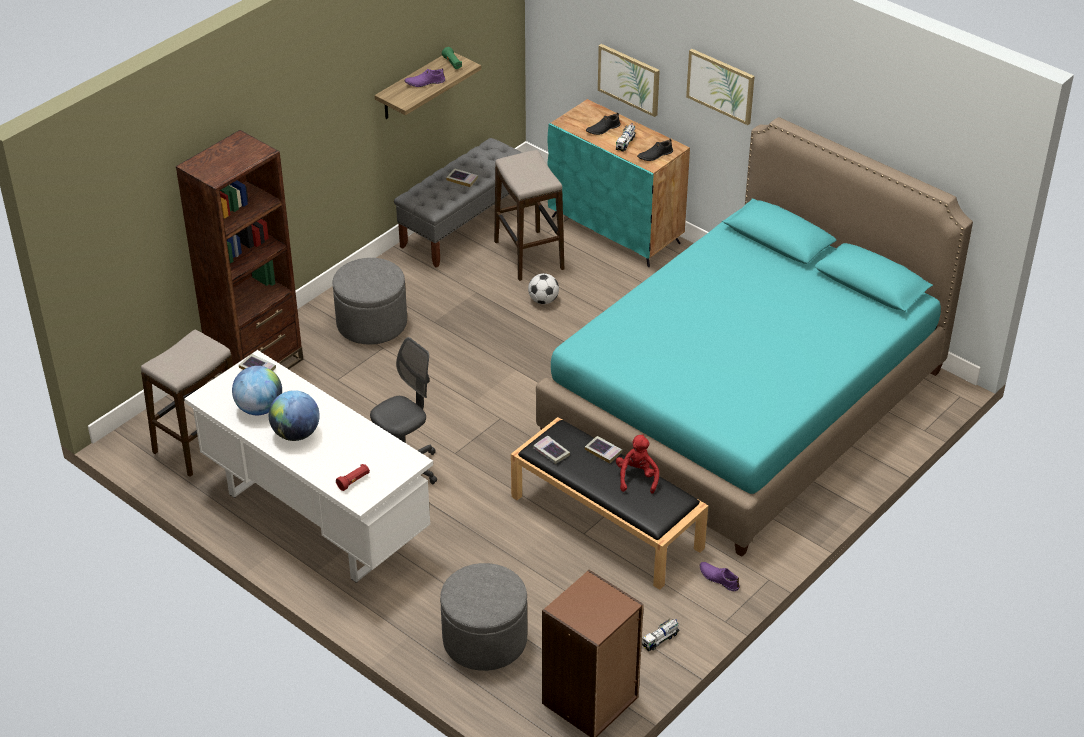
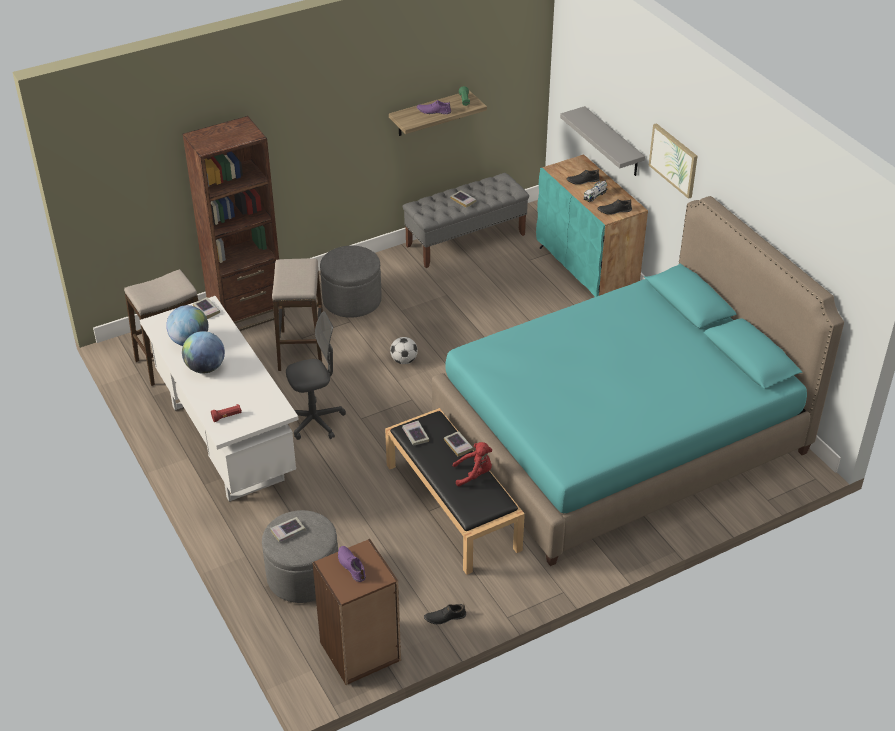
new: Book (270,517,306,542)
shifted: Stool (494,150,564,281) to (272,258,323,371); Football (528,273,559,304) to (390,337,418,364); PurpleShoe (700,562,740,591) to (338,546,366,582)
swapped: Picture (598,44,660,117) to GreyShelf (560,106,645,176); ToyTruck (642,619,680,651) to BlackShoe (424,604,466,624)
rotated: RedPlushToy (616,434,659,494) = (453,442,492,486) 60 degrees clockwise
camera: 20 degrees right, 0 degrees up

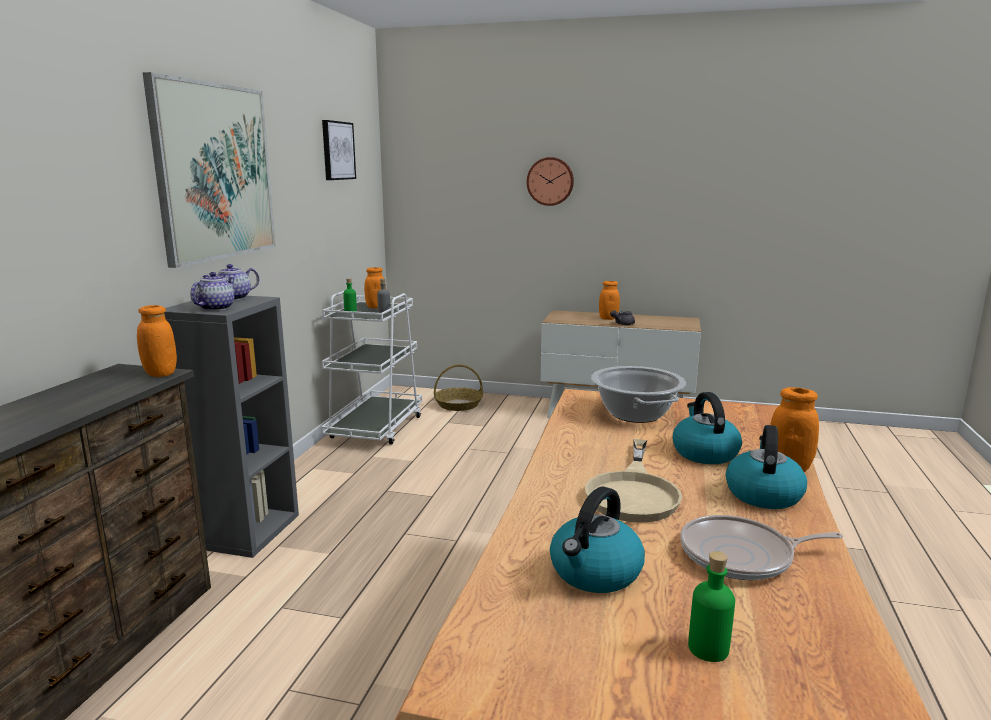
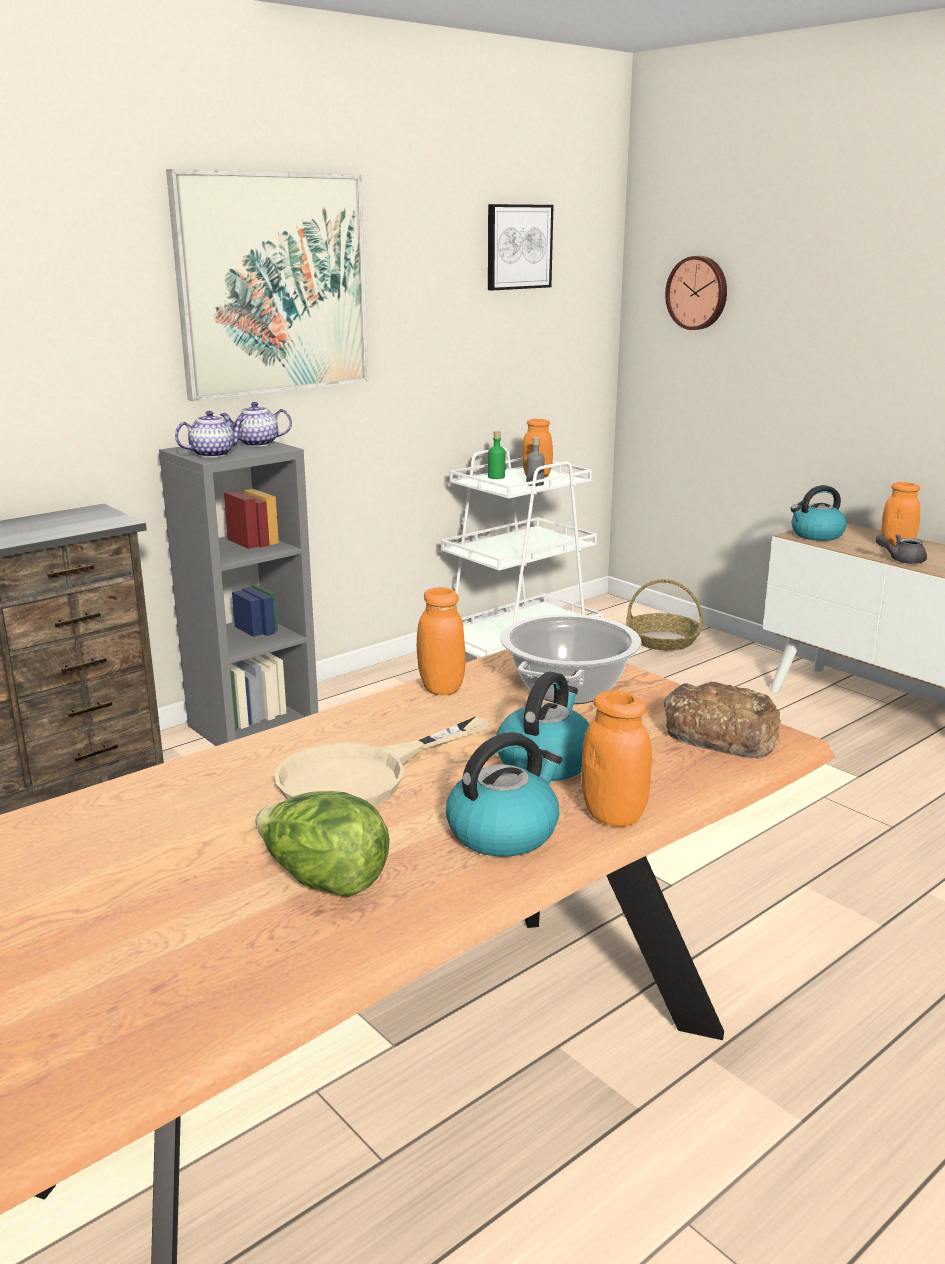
gone: GreenBottle (688,551,735,662)
new: Bread (664,681,781,759)
shifted: OrangeJar (137,305,177,377) to (417,587,466,695); WallClock (527,157,574,206) to (665,256,727,330); Kettle (550,487,645,593) to (790,485,847,541)
swapped: FryingPan (680,515,843,580) to Lettuce (255,791,390,897)
camera: 35 degrees right, 5 degrees up

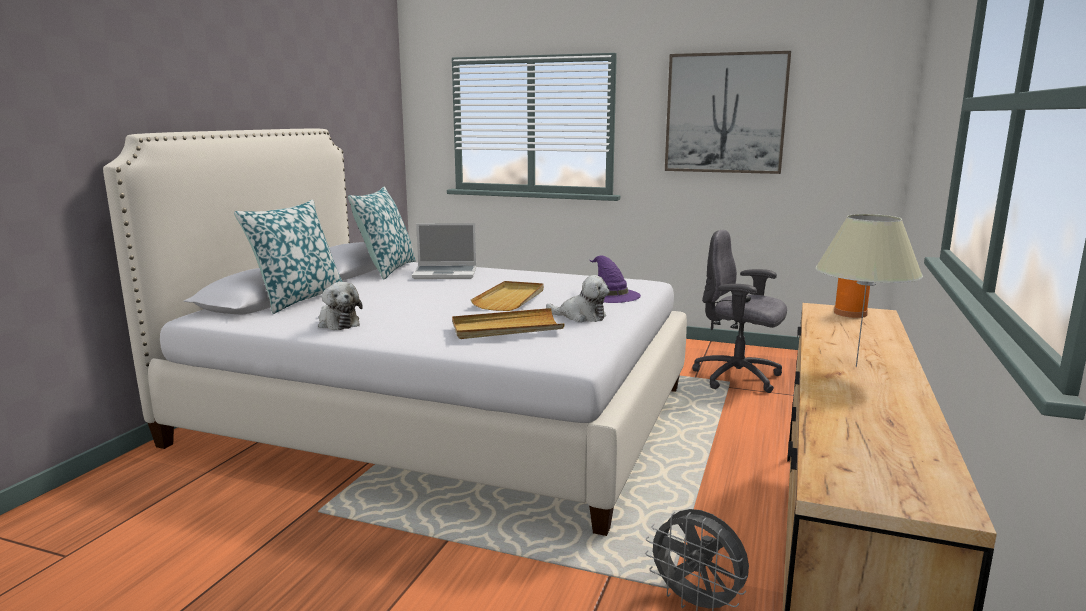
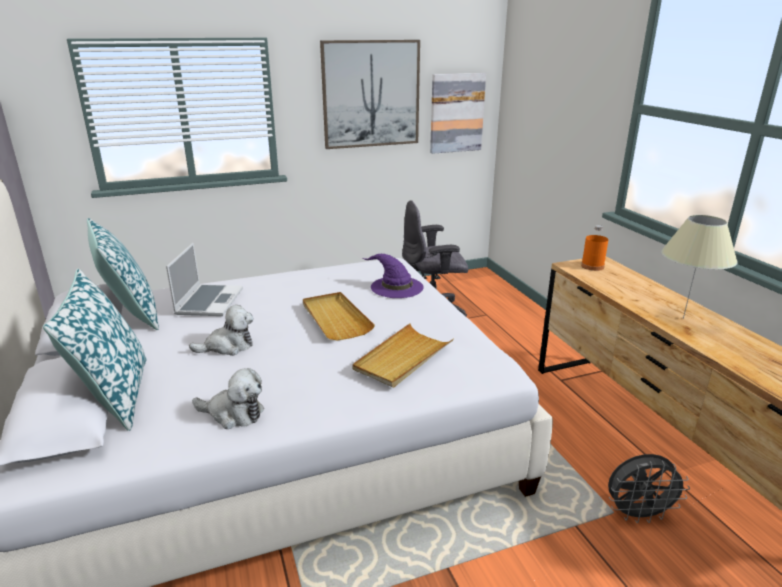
new: Picture (430,73,486,154)
shifted: PlushToy (546,275,609,322) to (189,305,254,356)
rotated: Laptop (412,223,476,279) = (166,243,243,316) 45 degrees counterclockwise
camera: 40 degrees left, 10 degrees up

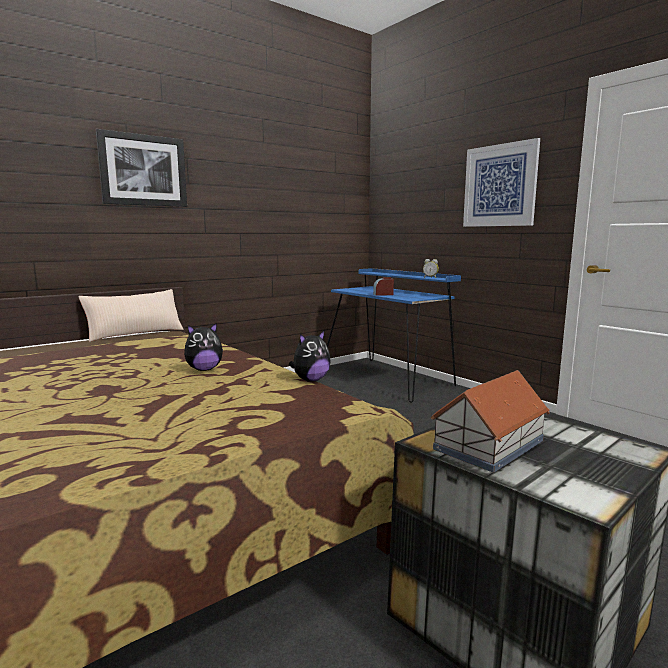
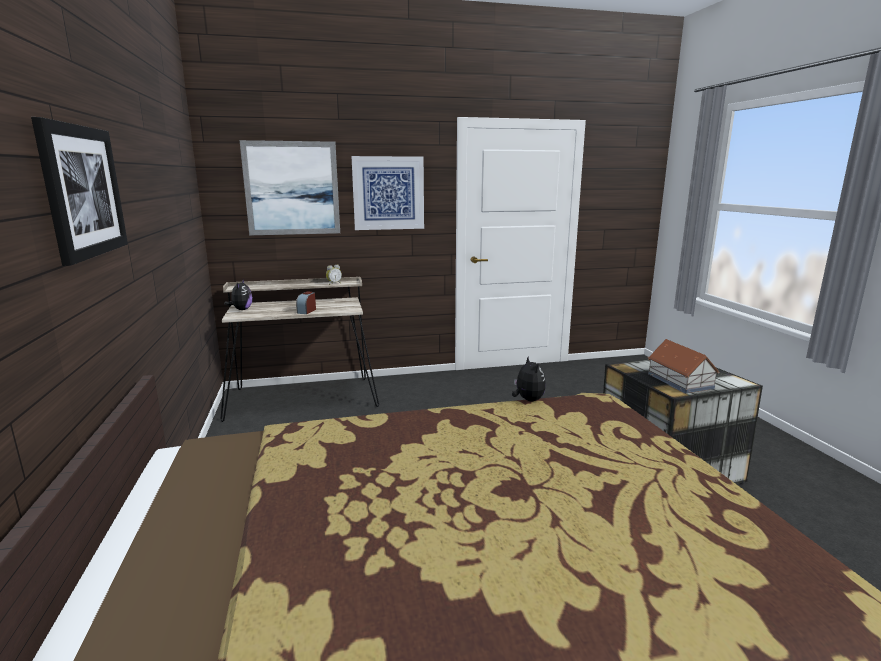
gone: BeigePillow (78,289,183,342)
new: Picture (240,140,340,235)
shifted: PlushToy (184,323,223,371) to (224,279,253,310)
repainted: BlueDesk (327,268,461,403) to BeigeDesk (221,277,379,422)
camera: 65 degrees left, 5 degrees up

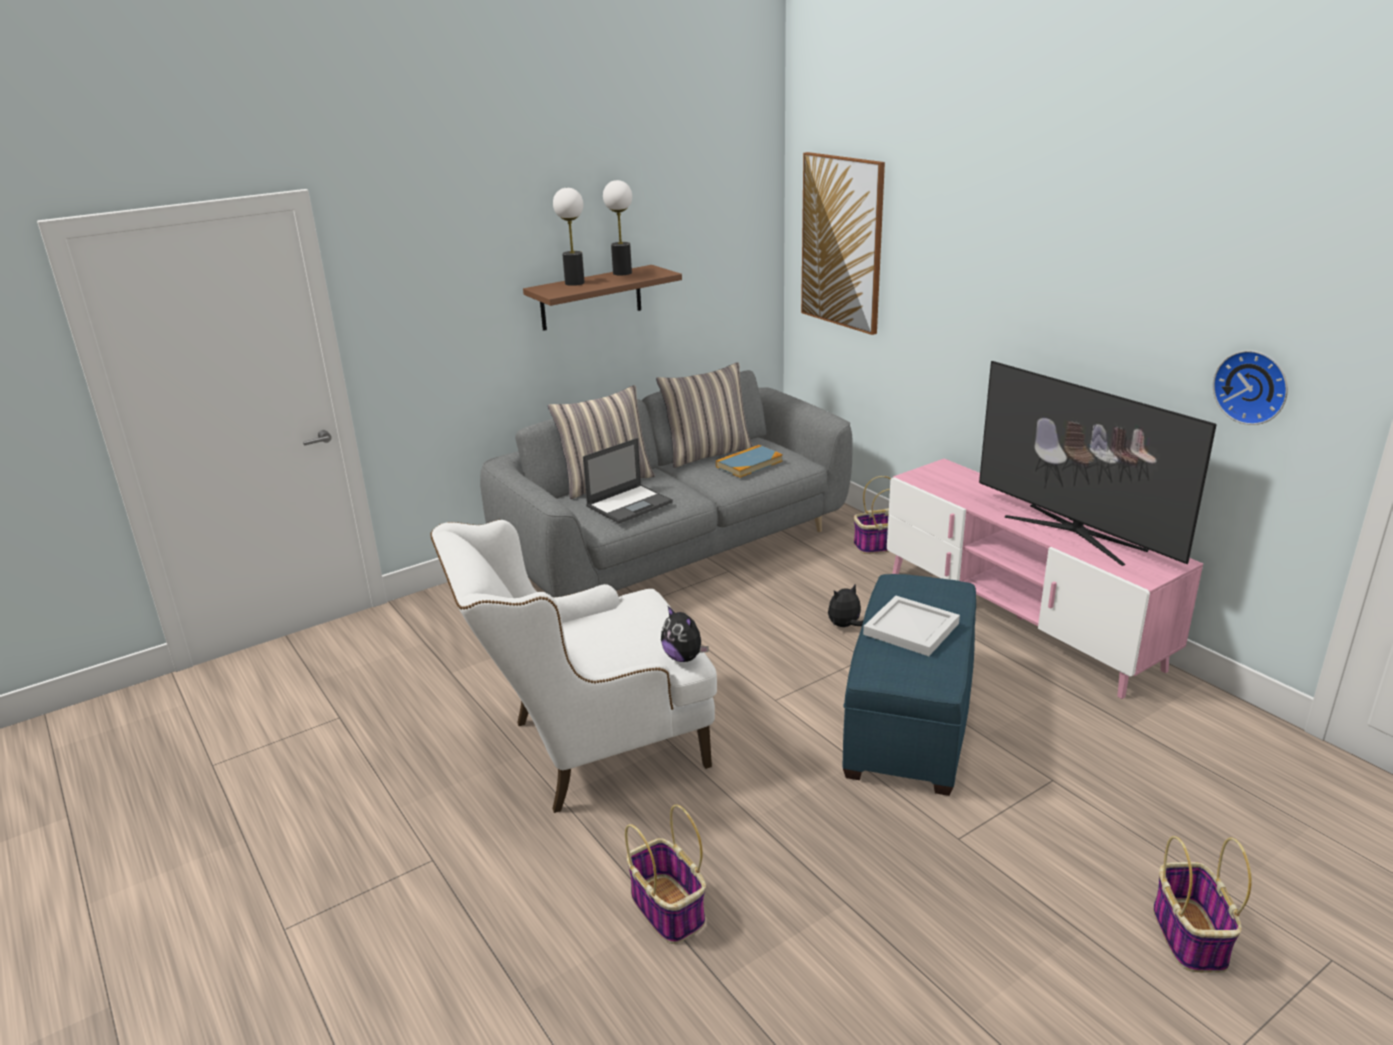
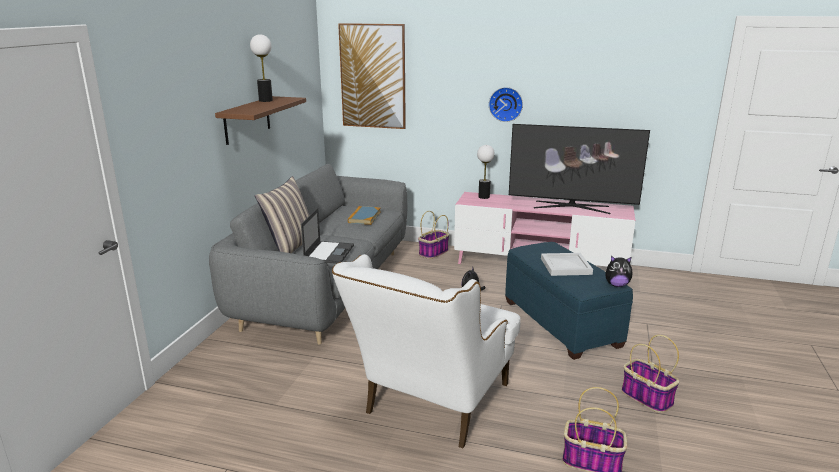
gone: Pillow (656,362,753,468)
shifted: TableLamp (553,188,585,286) to (477,145,495,199); PlushToy (661,605,709,662) to (605,256,633,287); Basket (1153,836,1252,973) to (622,335,680,413); WallClock (1213,350,1288,425) to (489,87,523,122)
camera: 40 degrees left, 5 degrees down

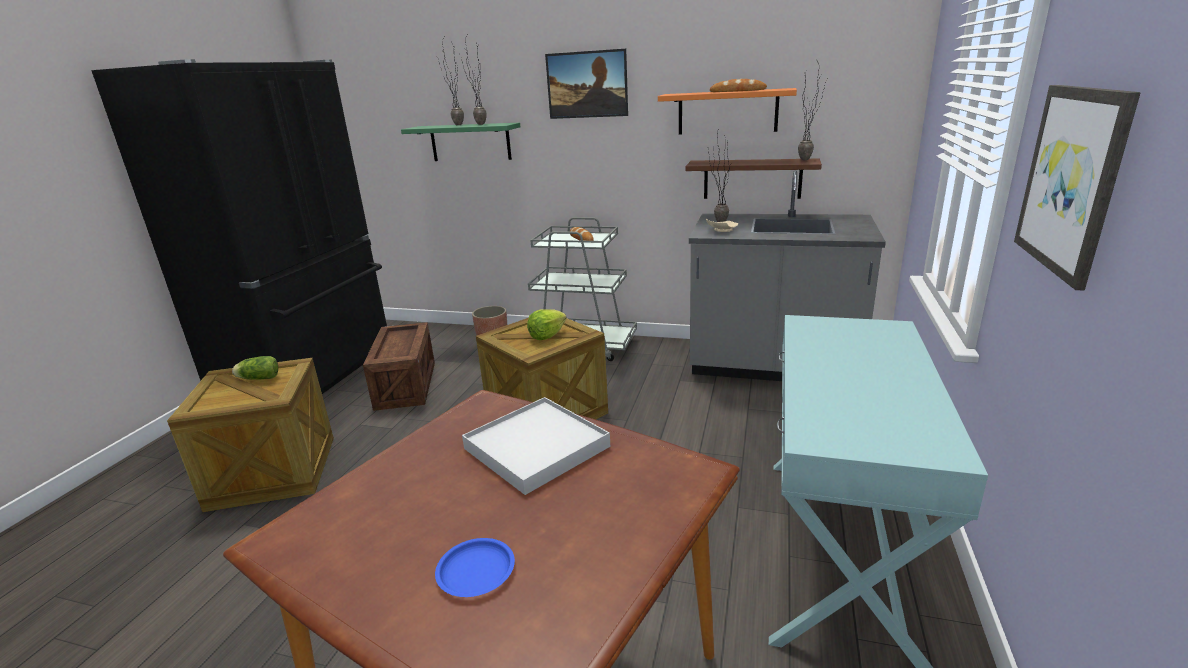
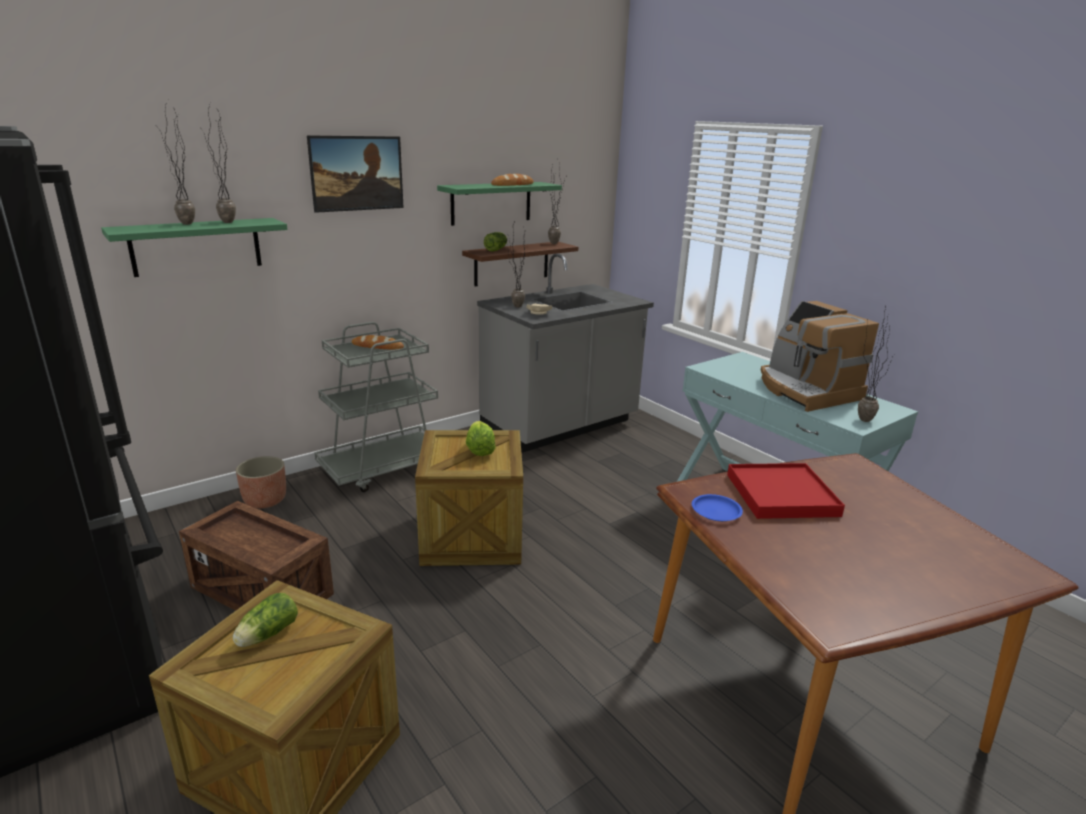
gone: Picture (1014,85,1141,290)
new: Lettuce (484,232,507,252); CoffeeMachine (761,301,879,412); PottedPlant (858,308,895,422)
shifted: BluePlate (435,538,515,597) to (692,494,743,521)
repainted: WhiteTray (462,397,610,495) to RedTray (727,463,845,519); OrangeShelf (658,88,797,135) to GreenShelf (437,182,562,226)
camera: 55 degrees left, 0 degrees up

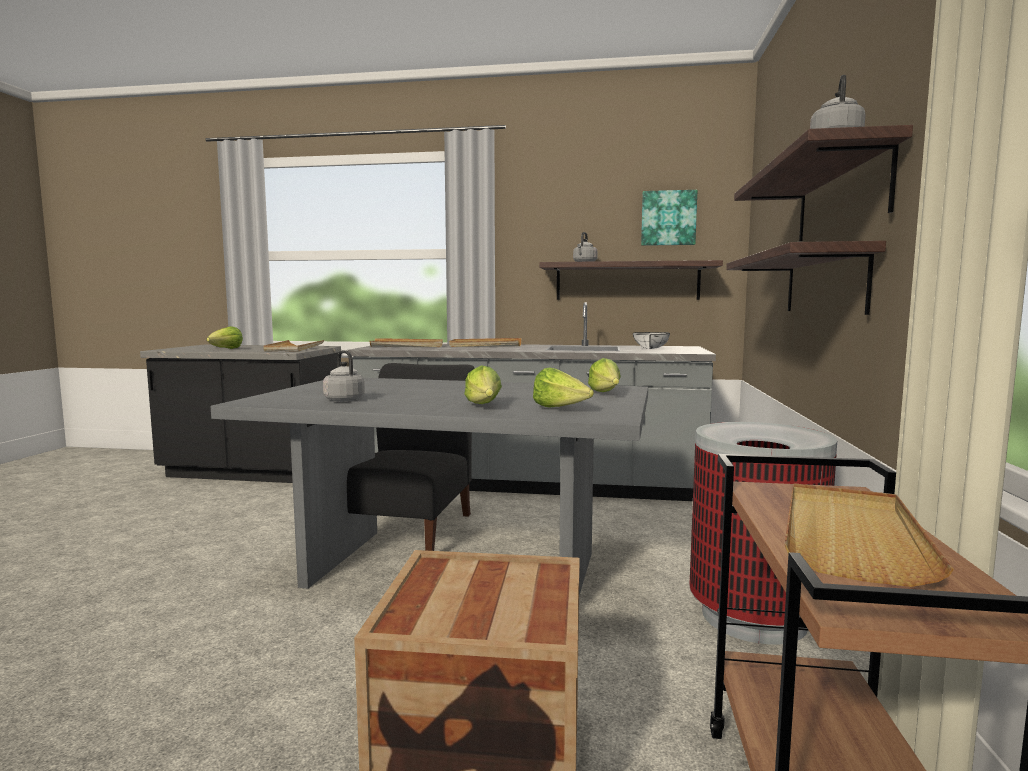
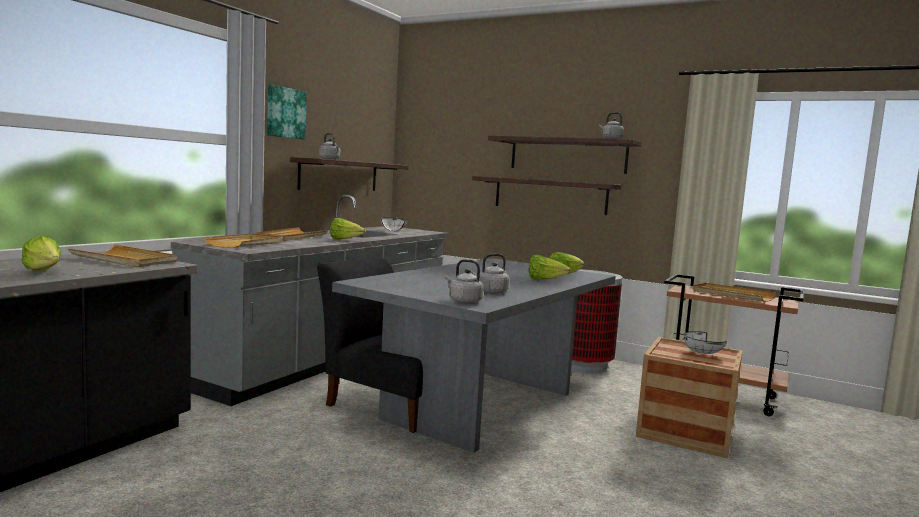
new: GreyKettle (445,259,483,303); WhiteBowl (684,331,727,354)
shifted: Lettuce (588,358,621,392) to (330,218,366,240); Picture (641,190,698,246) to (267,85,307,139)
camera: 70 degrees left, 0 degrees up

